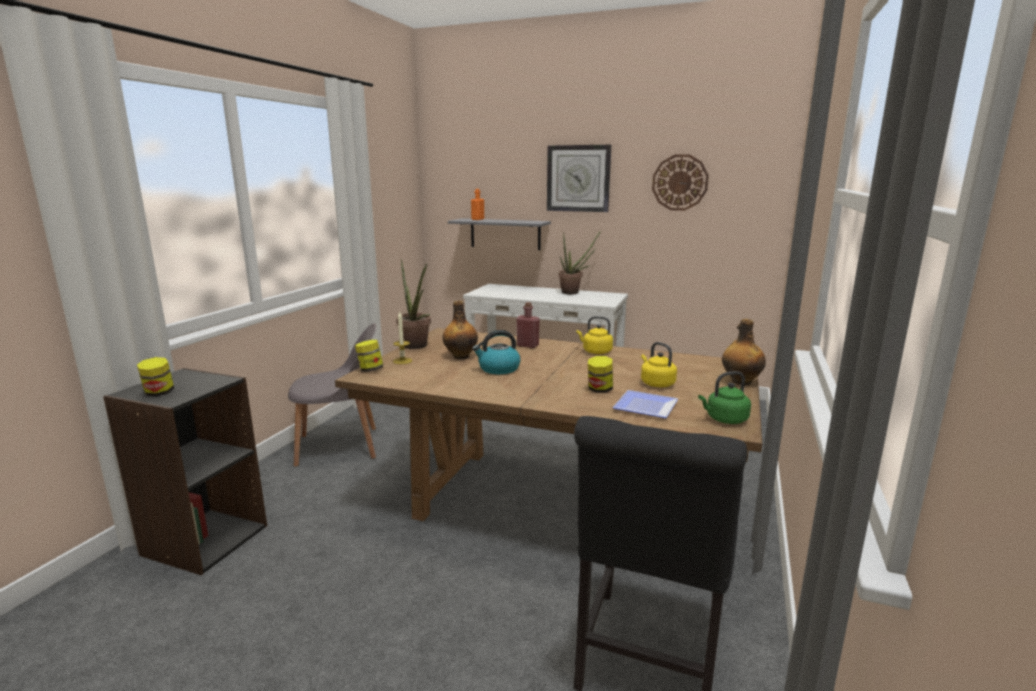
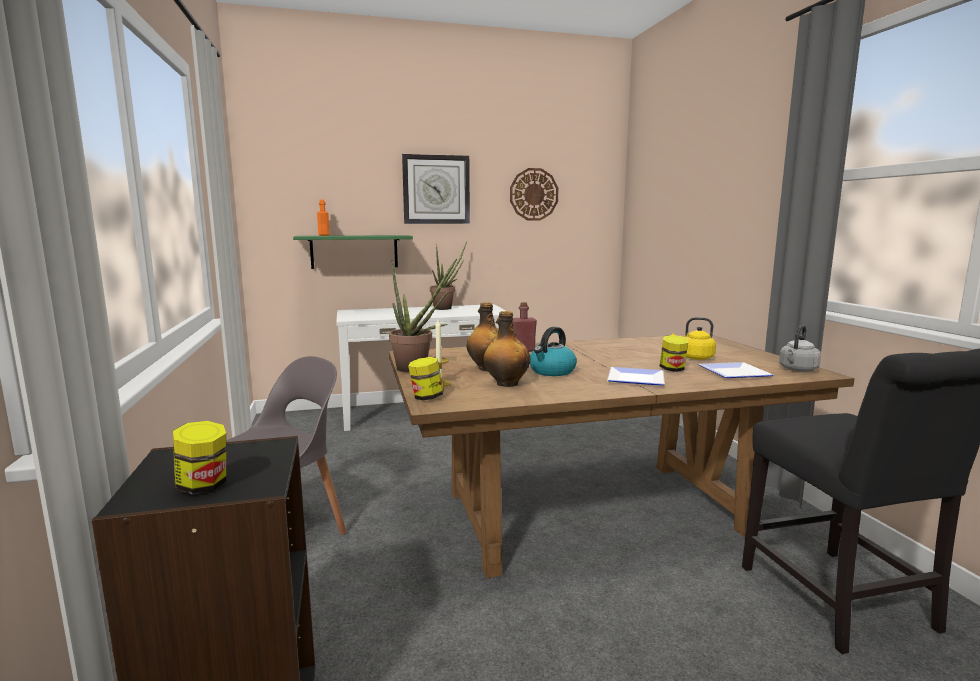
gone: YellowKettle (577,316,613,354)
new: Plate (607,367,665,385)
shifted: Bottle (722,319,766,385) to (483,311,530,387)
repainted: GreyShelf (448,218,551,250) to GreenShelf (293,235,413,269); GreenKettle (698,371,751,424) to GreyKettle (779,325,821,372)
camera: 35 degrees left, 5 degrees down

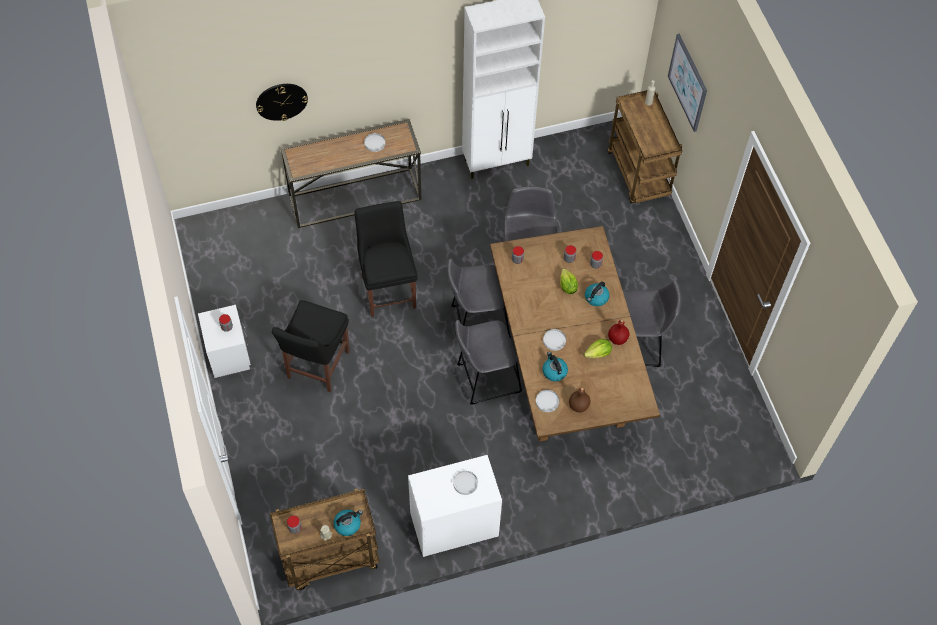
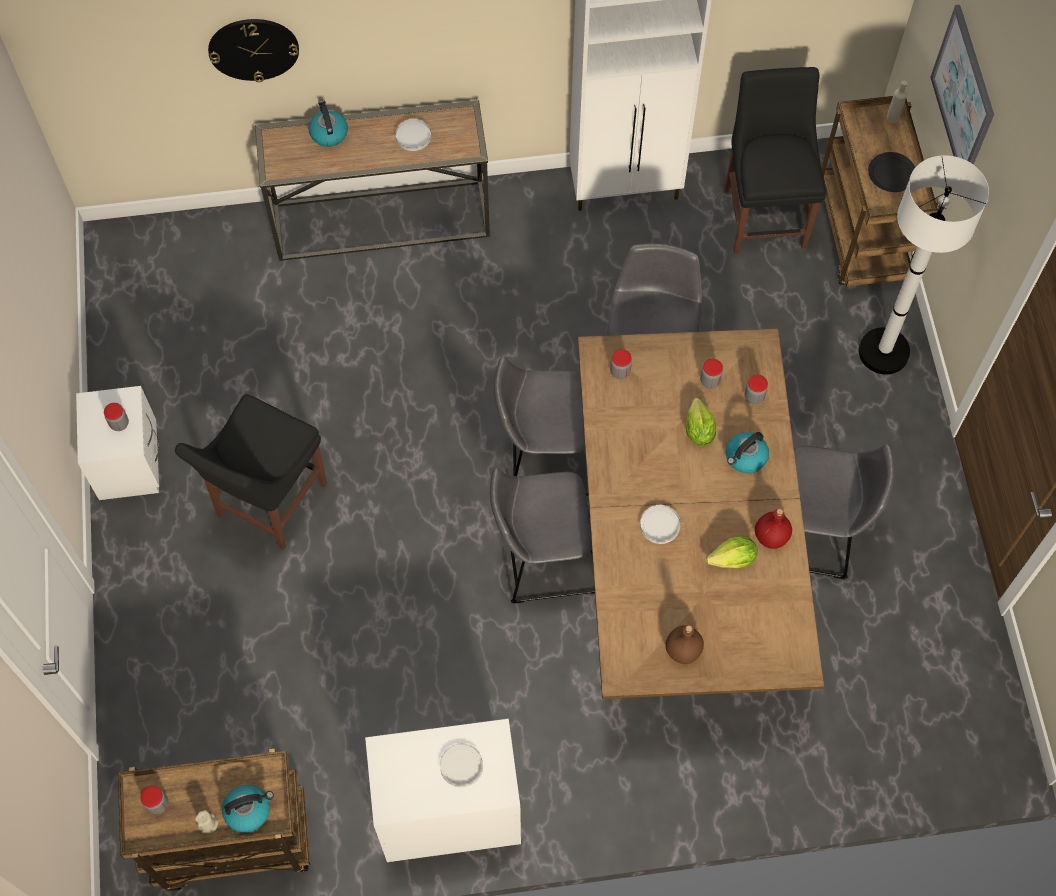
gone: WhitePlate (536,390,559,412)
new: WhiteFloorLamp (859,155,989,375); BlackPlate (868,152,915,192)
shifted: BlackChair (355,201,418,317) to (724,67,826,254); Kettle (542,352,568,381) to (309,100,348,147)
camera: 10 degrees right, 5 degrees up

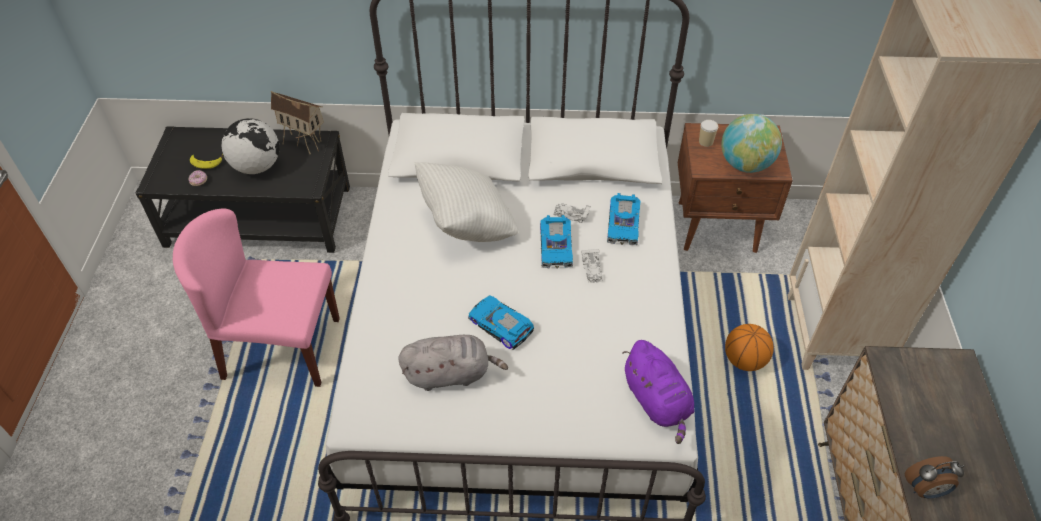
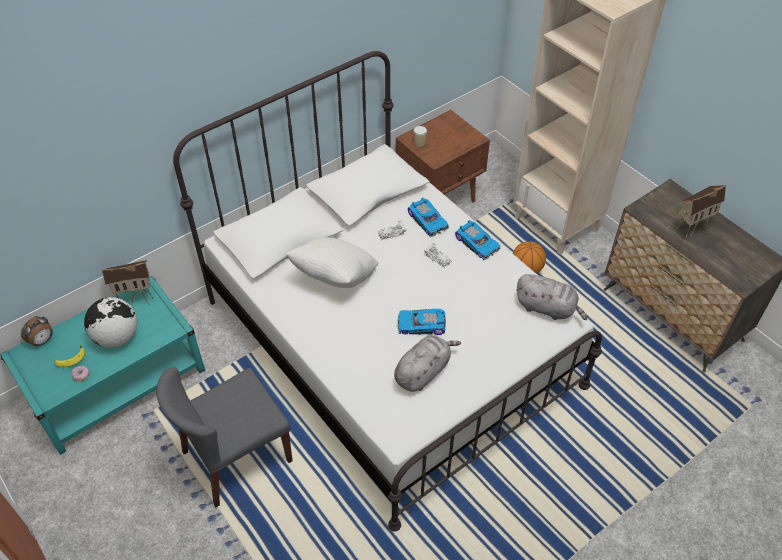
gone: Globe (721,114,782,173)
new: ToyHouse (672,185,726,244)
shifted: ToyCar (540,215,573,269) to (455,220,501,260); AlarmClock (905,456,964,498) to (21,316,53,347)
repainted: BlackCoffeeTable (136,126,350,253) to TurquoiseCoffeeTable (0,276,205,455); PinkChair (173,208,340,387) to GreyChair (156,367,293,508); PurplePlushToy (622,340,694,444) to GreyPlushToy (516,274,587,320)
camera: 40 degrees left, 0 degrees up

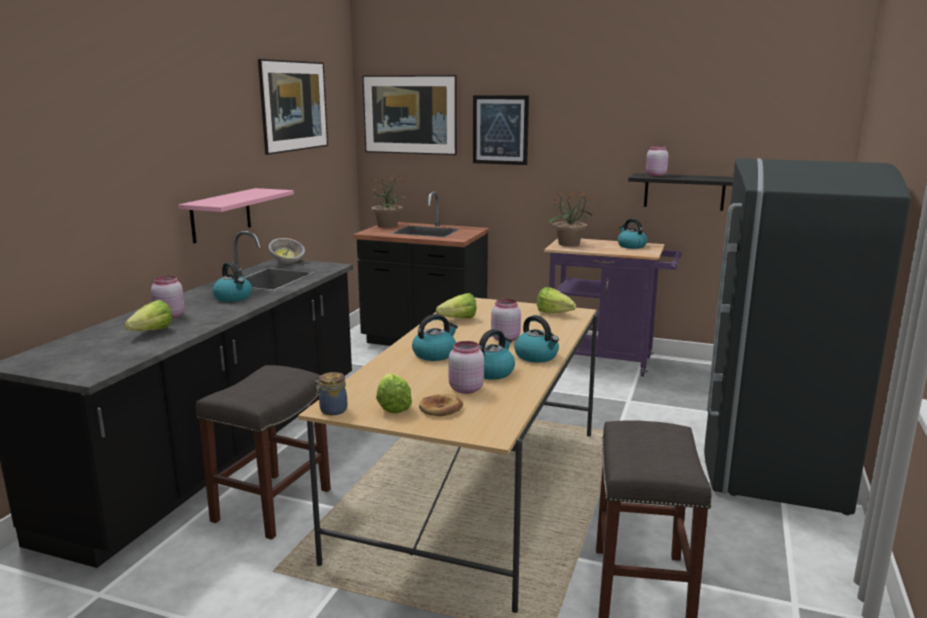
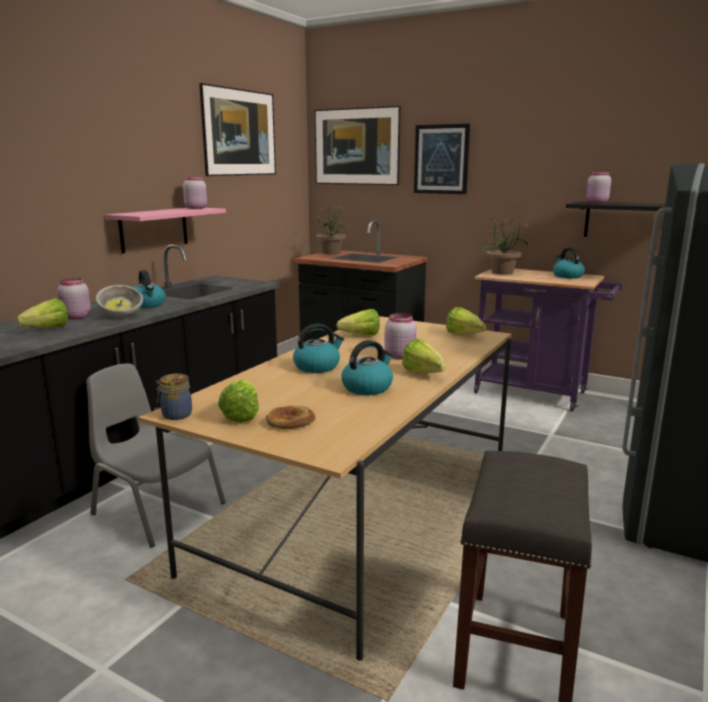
shifted: Bowl (269,238,305,264) to (96,285,143,317); PinkJar (449,341,484,394) to (183,177,207,209)
swapped: GreyStool (196,365,331,540) to GreyChair (86,363,226,548); Kettle (514,315,559,363) to Lettuce (402,339,446,373)
camera: 10 degrees right, 0 degrees up

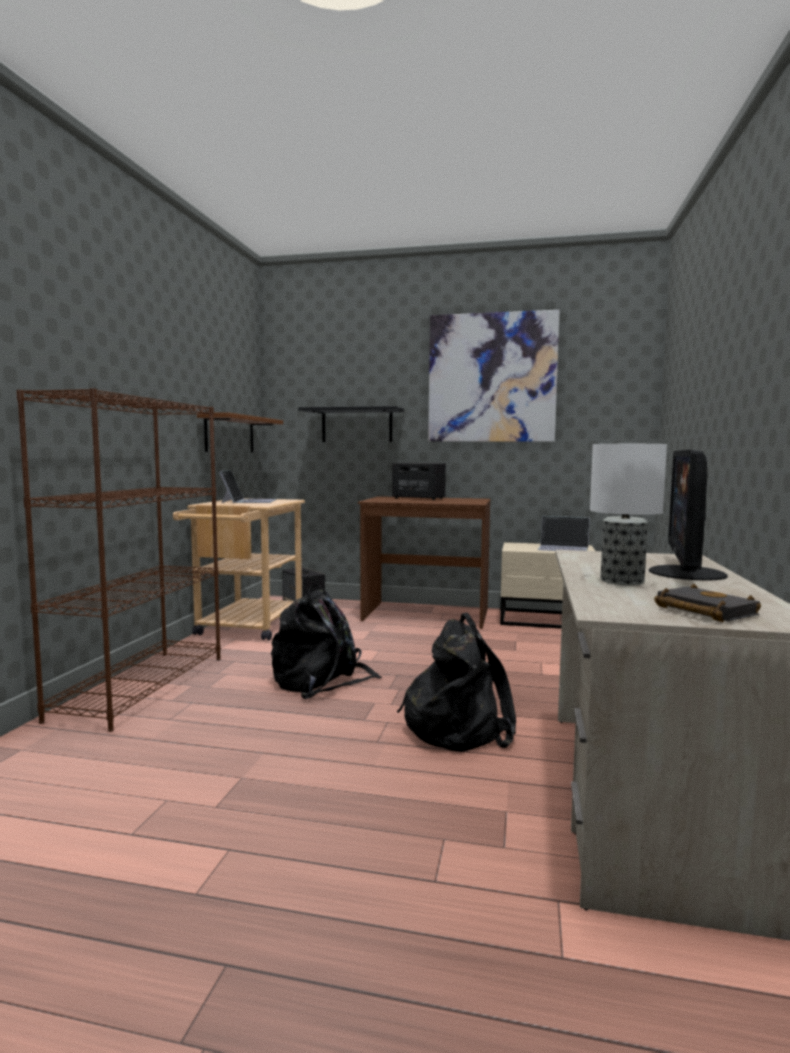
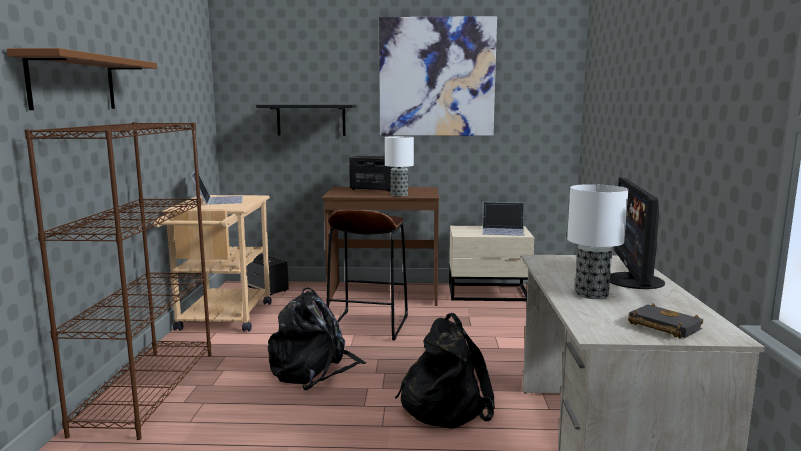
new: BrownStool (326,210,408,340); TableLamp (385,136,414,196)
shifted: BrownShelf (197,412,283,452) to (7,48,157,110)
camera: 10 degrees left, 5 degrees up

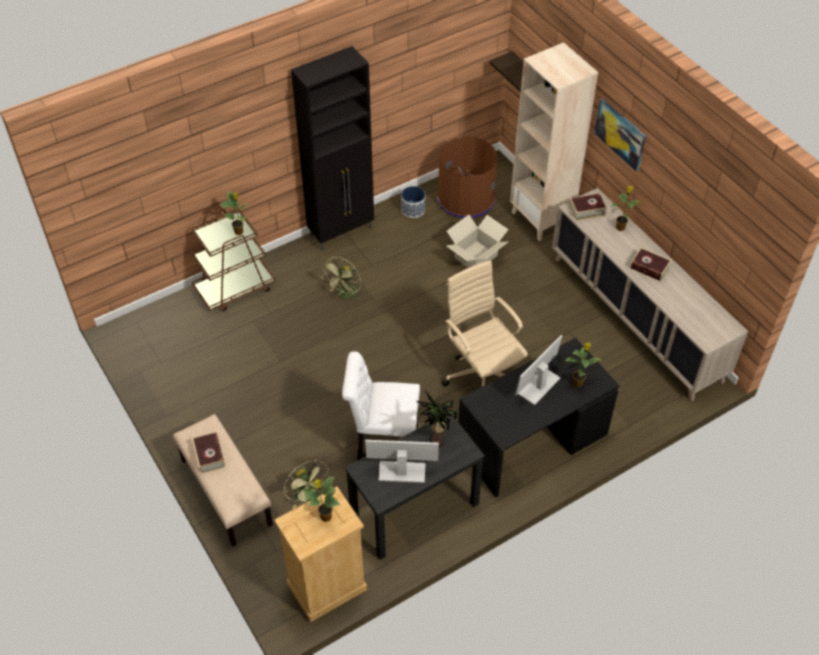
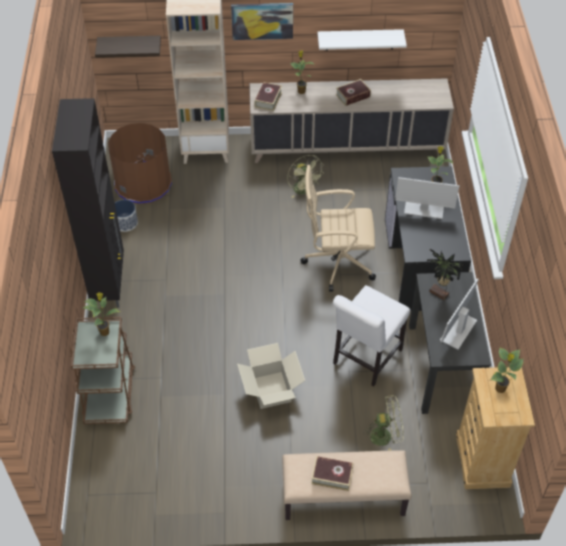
new: WhiteShelf (317,29,407,51)
shifted: GreenFan (322,257,363,299) to (287,155,324,198); CardboardBox (447,215,509,268) to (237,343,305,409)
rotated: Monitor (515,335,562,405) = (395,177,459,219) 60 degrees counterclockwise
camera: 60 degrees left, 0 degrees up

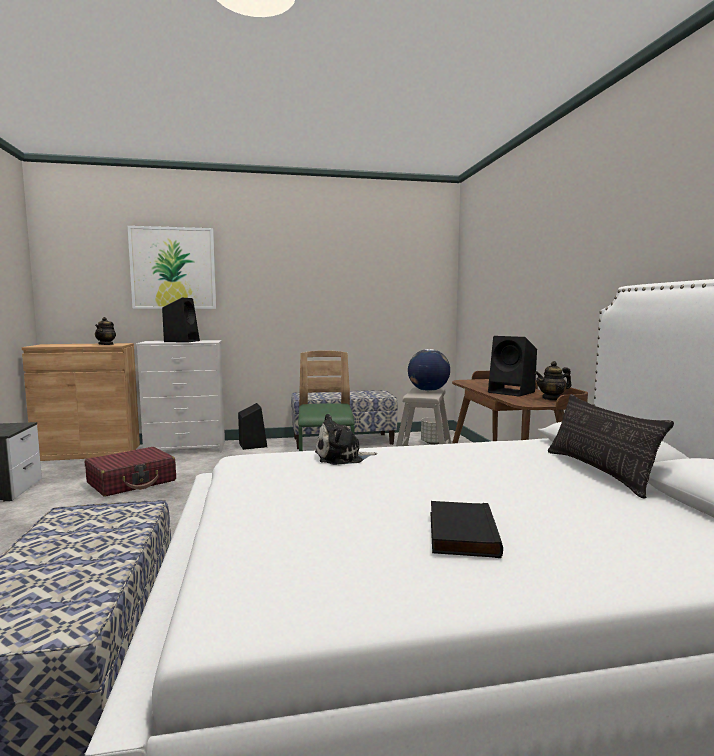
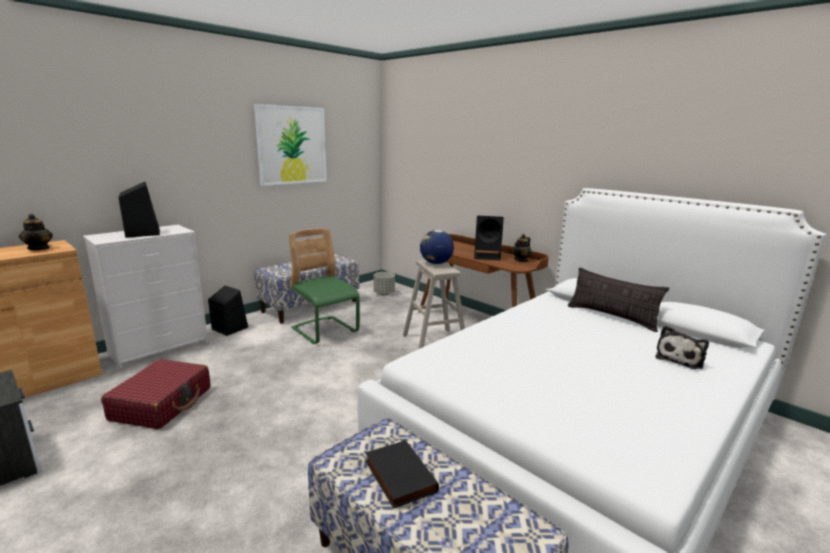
shifted: Picture (128,226,216,309) to (254,104,327,186); PlushToy (315,414,377,465) to (656,326,709,369); BlackBook (430,501,503,558) to (365,440,439,509)
camera: 35 degrees left, 10 degrees up

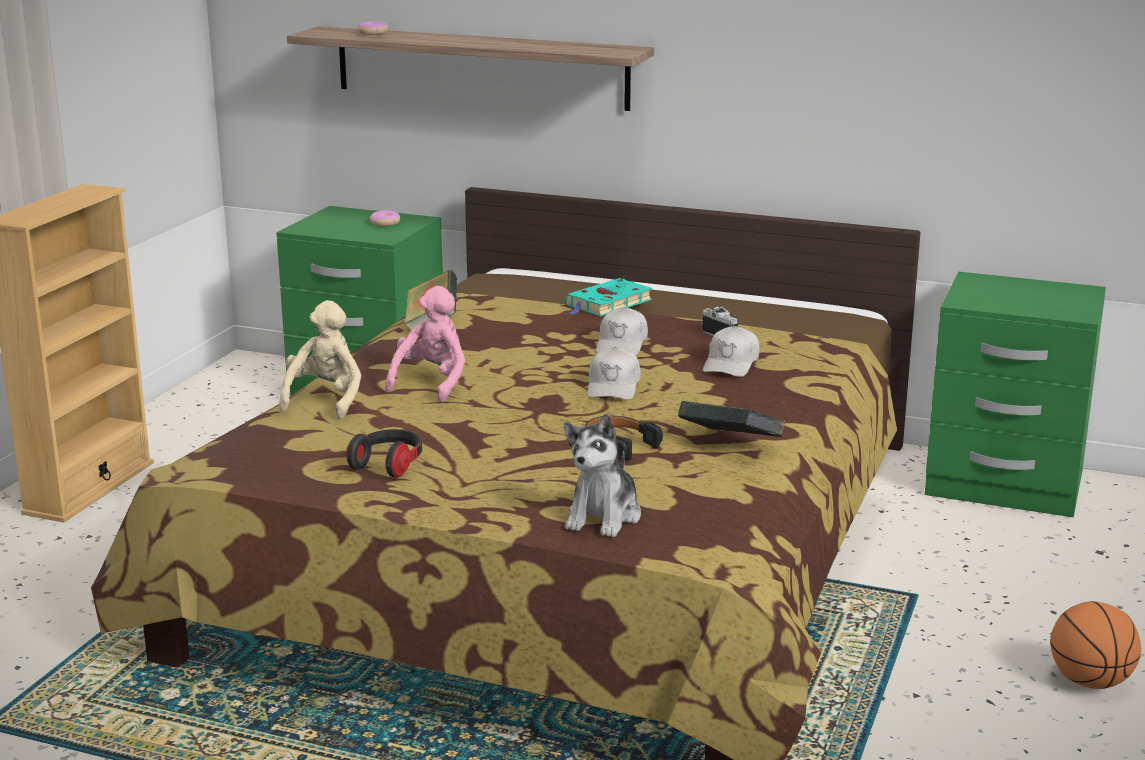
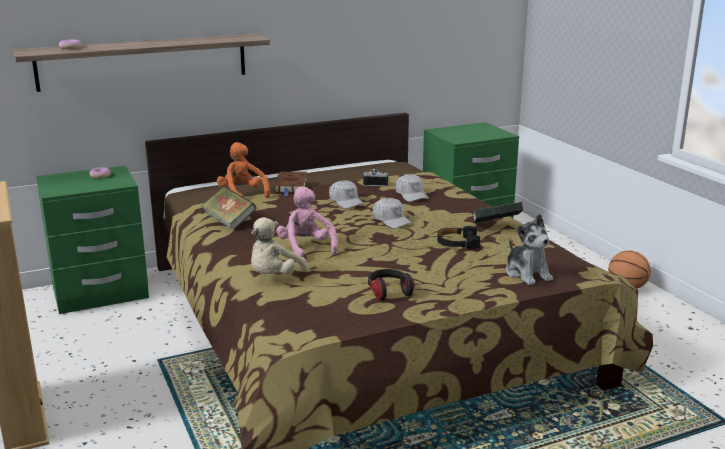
new: OrangePlushToy (217,142,270,198)
repainted: TurquoiseBook (566,278,652,316) to BrownBook (274,171,307,196)
rotated: BeigePlushToy (279,300,361,419) = (251,217,307,274) 120 degrees counterclockwise
camera: 45 degrees left, 0 degrees up

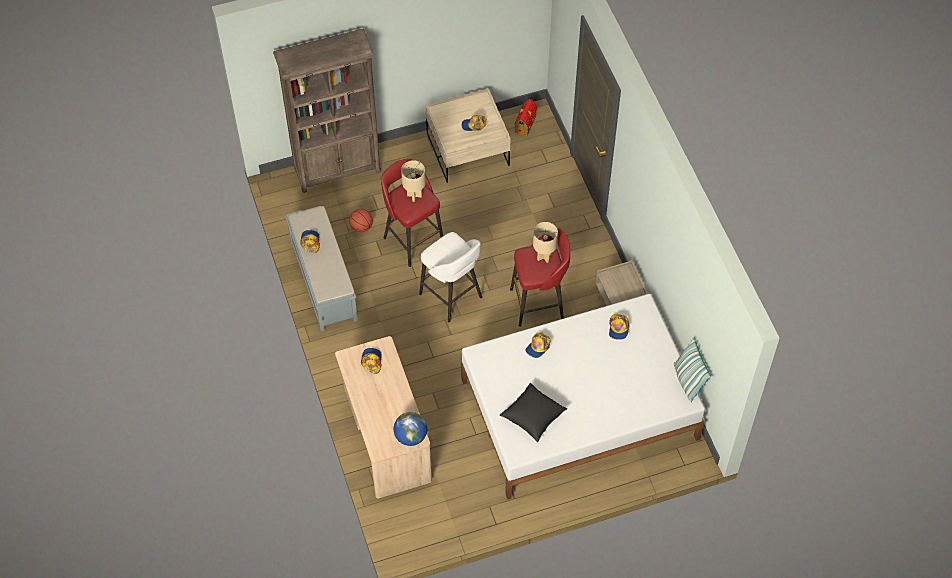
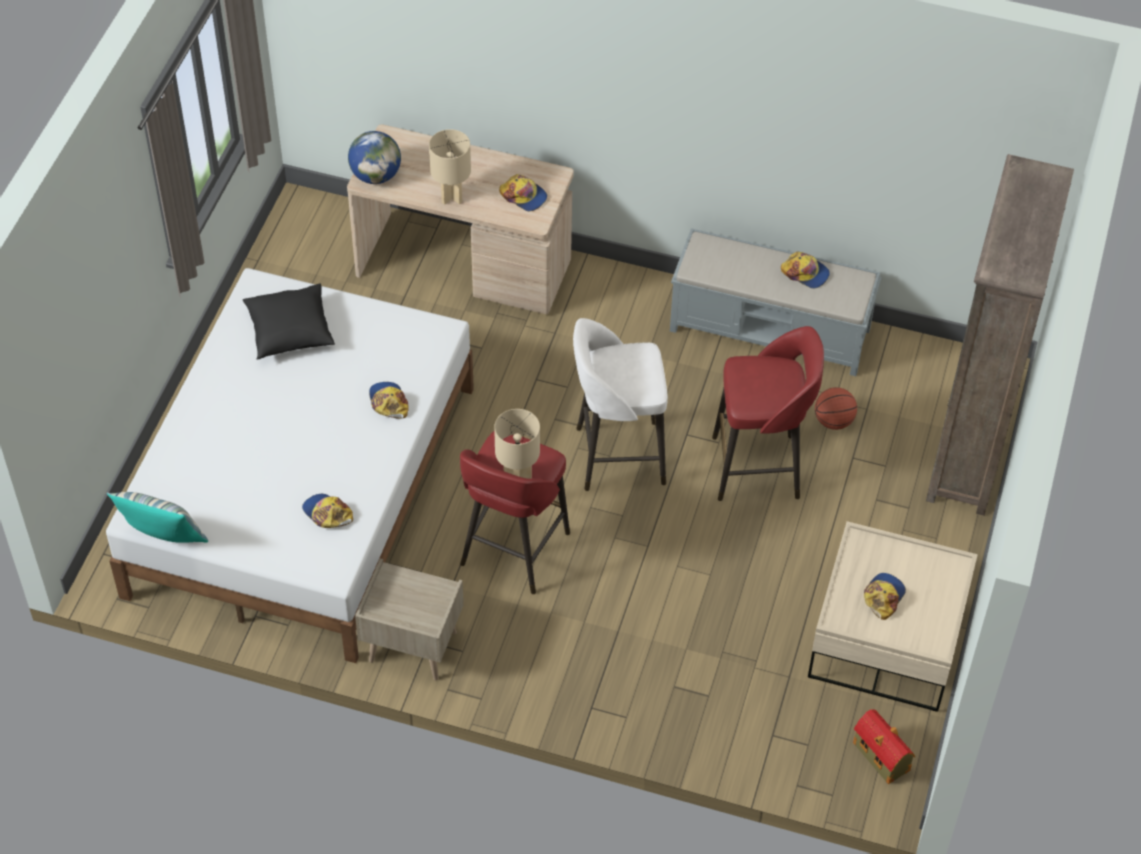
shifted: BeigeTableLamp (401,160,426,202) to (429,129,471,205)
camera: 125 degrees right, 5 degrees down

